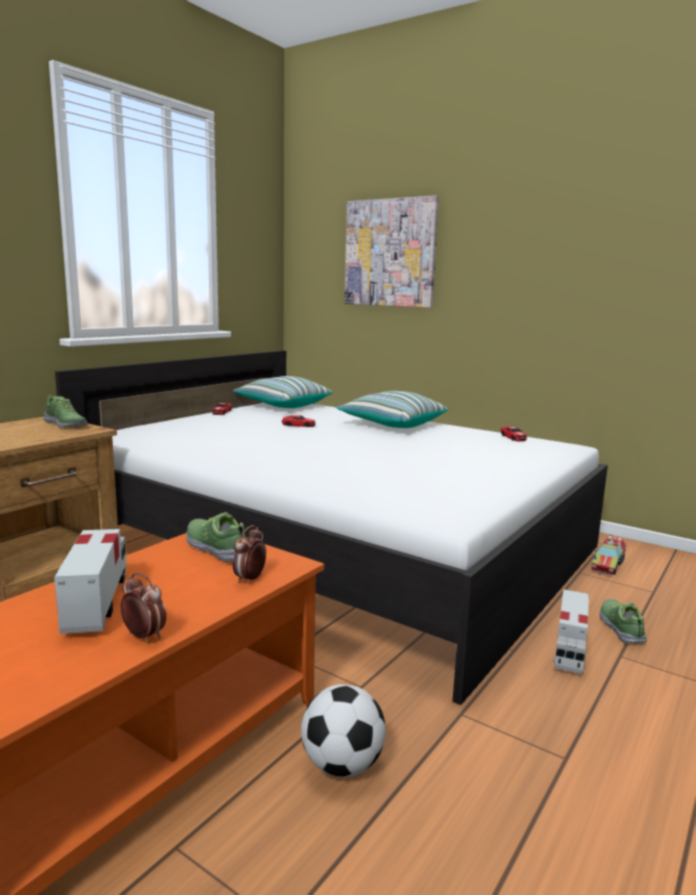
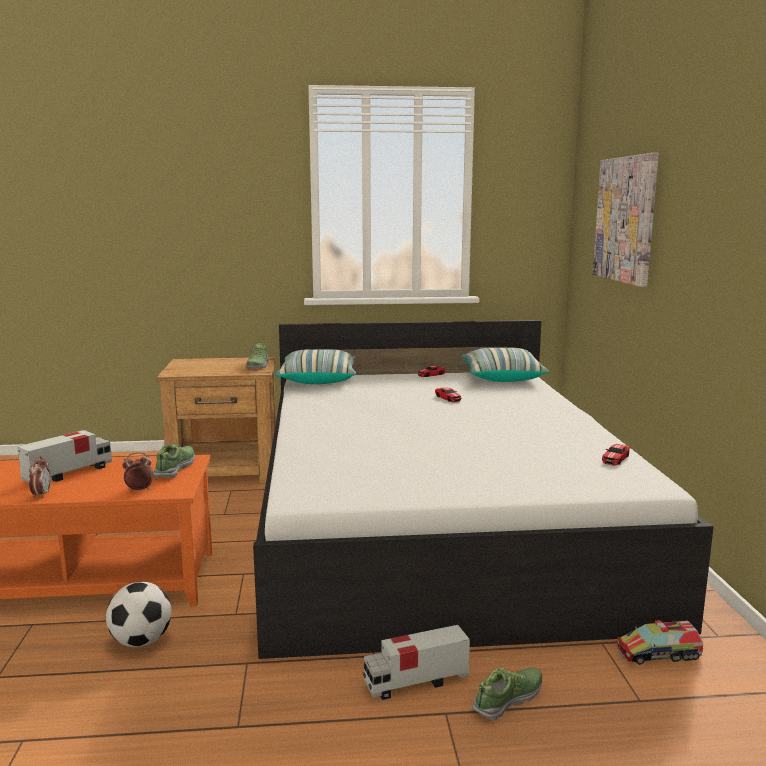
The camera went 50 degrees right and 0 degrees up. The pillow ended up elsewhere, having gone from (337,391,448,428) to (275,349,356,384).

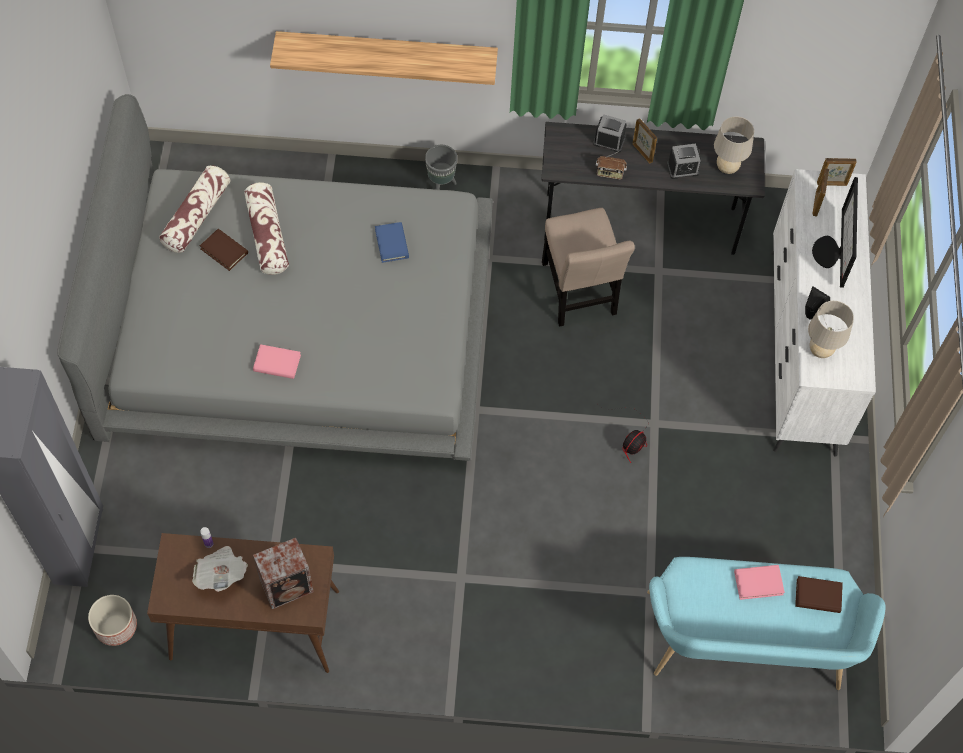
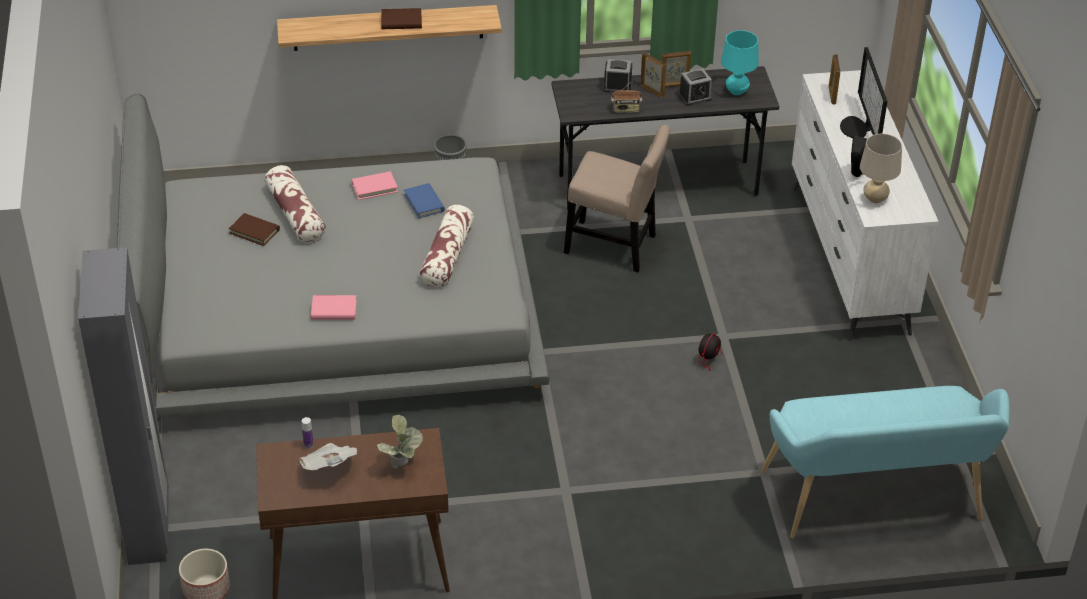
The camera went 10 degrees left and 20 degrees down. The pillow ended up elsewhere, having gone from (159,166,230,253) to (419,205,474,288). The pink book ended up elsewhere, having gone from (734,565,785,600) to (352,171,398,200). The brown book ended up elsewhere, having gone from (795,576,843,613) to (381,8,422,29). The picture frame ended up elsewhere, having gone from (817,158,857,186) to (662,51,691,87). Where the speaker stood at (253,538,314,609), the potted plant came to stand at (377,415,423,469). What was the beige table lamp at (714,116,754,174) turned into the turquoise table lamp at (721,30,759,95). The beige chair at (542,208,635,327) ended up facing another way, 45 degrees counterclockwise from before.

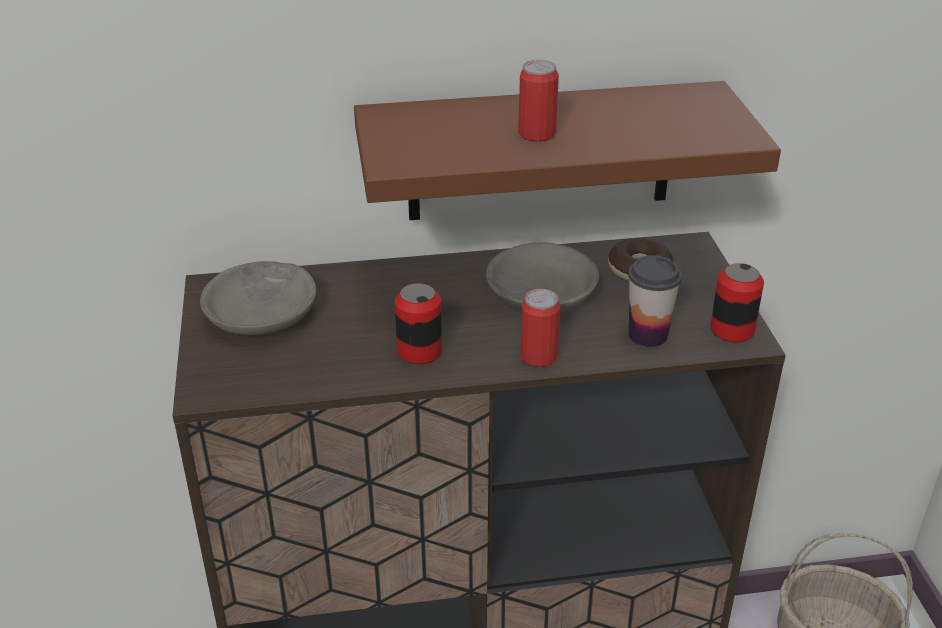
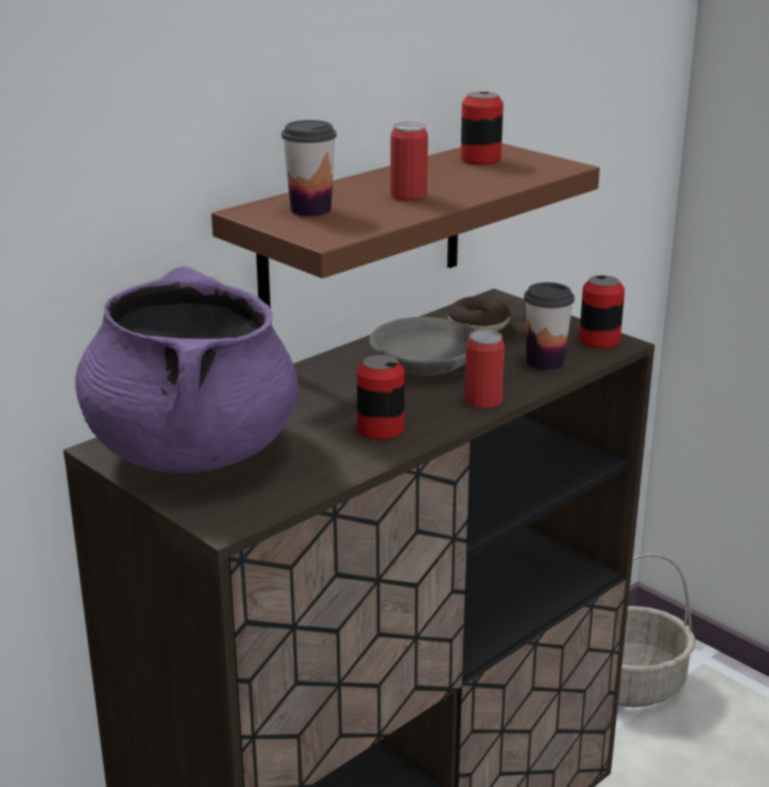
The camera went 35 degrees left and 10 degrees down. The second view gained the cup at (281,120,337,216). The second view gained the can at (461,92,503,165). Where the grey bowl stood at (200,261,316,335), the purple cooking pot came to stand at (75,266,299,474).

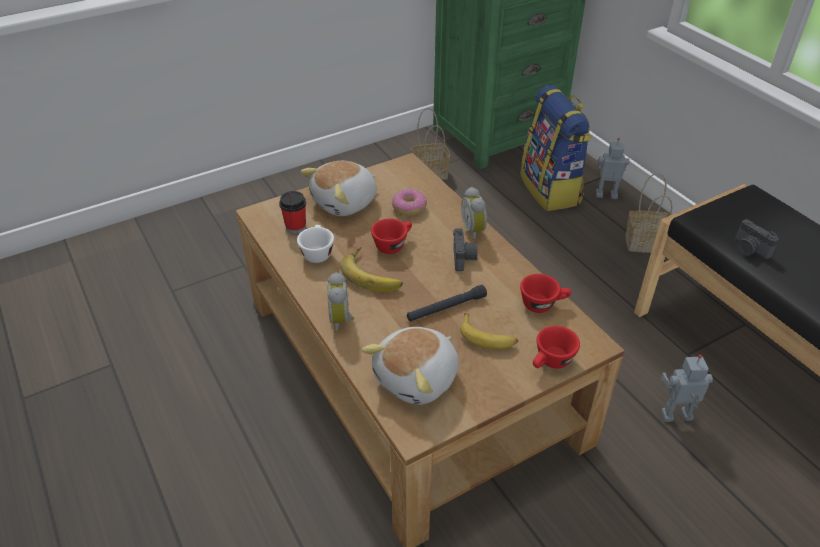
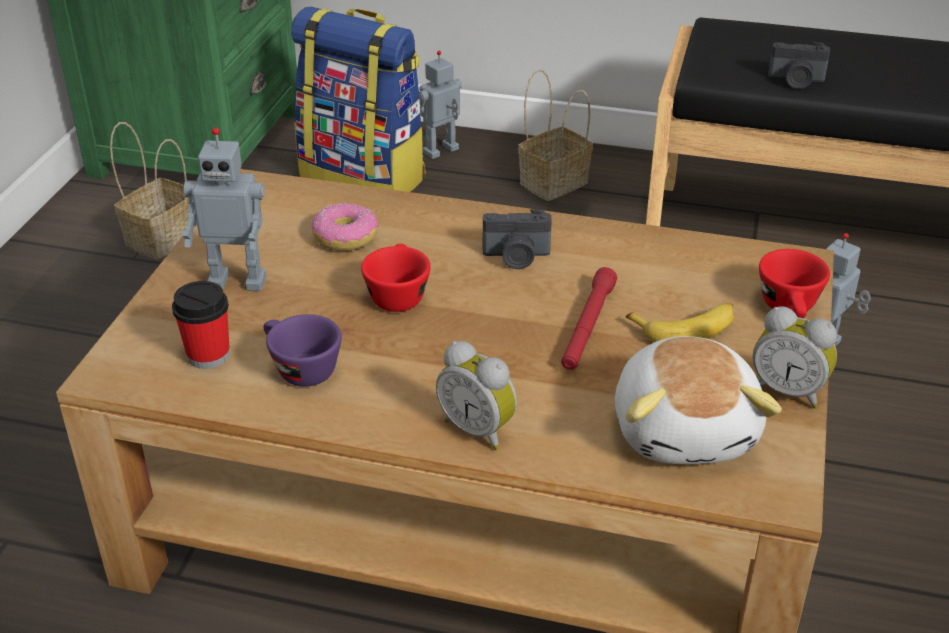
The camera went 45 degrees left and 5 degrees down. The second view lost the banana at (340,247,403,292). The second view lost the red cup at (520,274,571,313). The alarm clock ended up elsewhere, having gone from (461,187,487,241) to (752,306,837,408). Where the plush toy stood at (301,161,377,216), the toy robot came to stand at (182,128,266,291). What was the white cup at (297,225,334,263) turned into the purple cup at (263,314,342,387). What was the black flashlight at (407,285,487,321) turned into the red flashlight at (561,267,617,370). The photo camera at (453,229,478,271) ended up facing another way, 135 degrees clockwise from before.

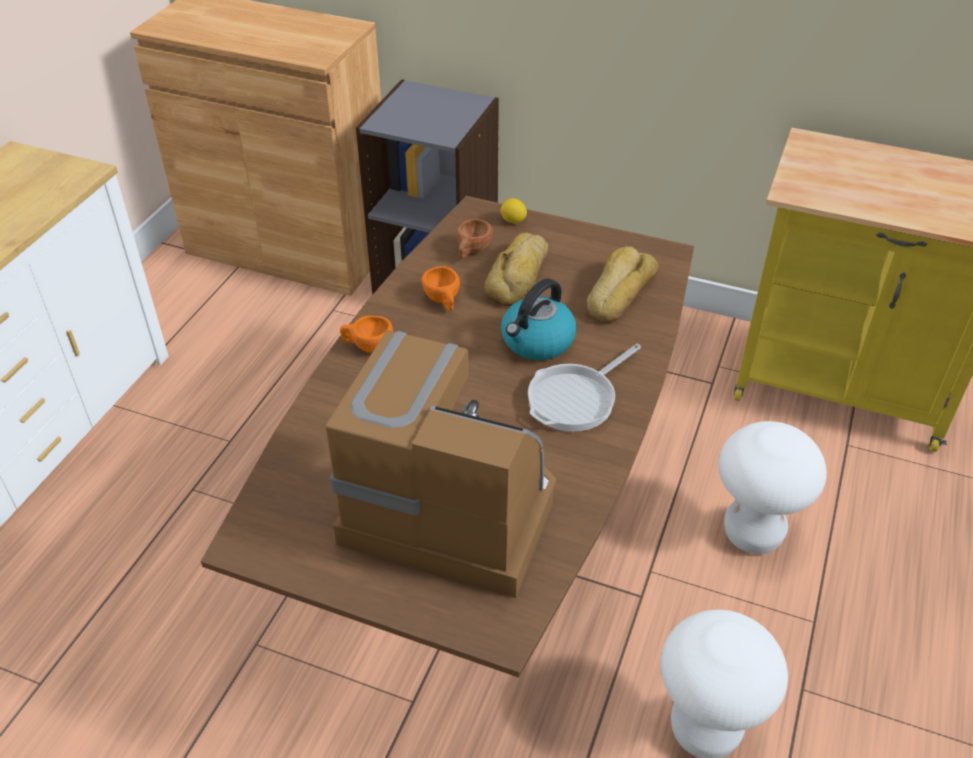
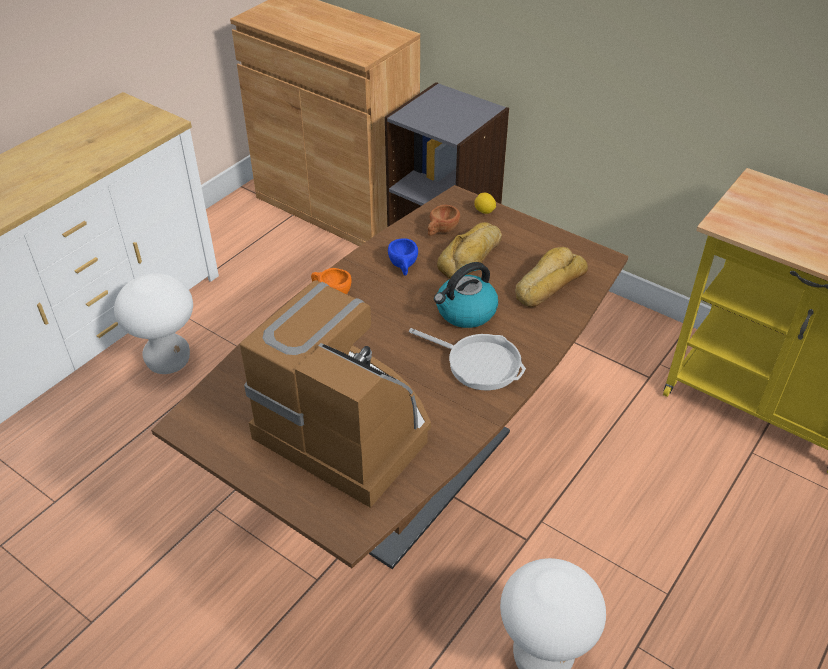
The camera went 15 degrees right and 0 degrees up. The white stool ended up elsewhere, having gone from (719,421,827,554) to (114,273,193,374). What was the orange cup at (422,266,460,311) turned into the blue cup at (388,238,418,276). The frying pan at (528,344,641,432) ended up facing another way, 120 degrees counterclockwise from before.

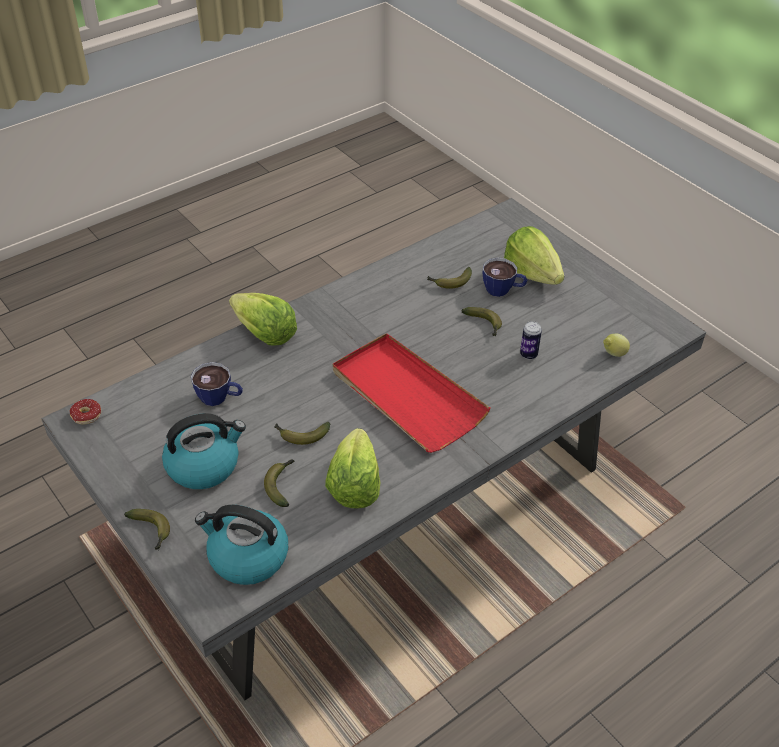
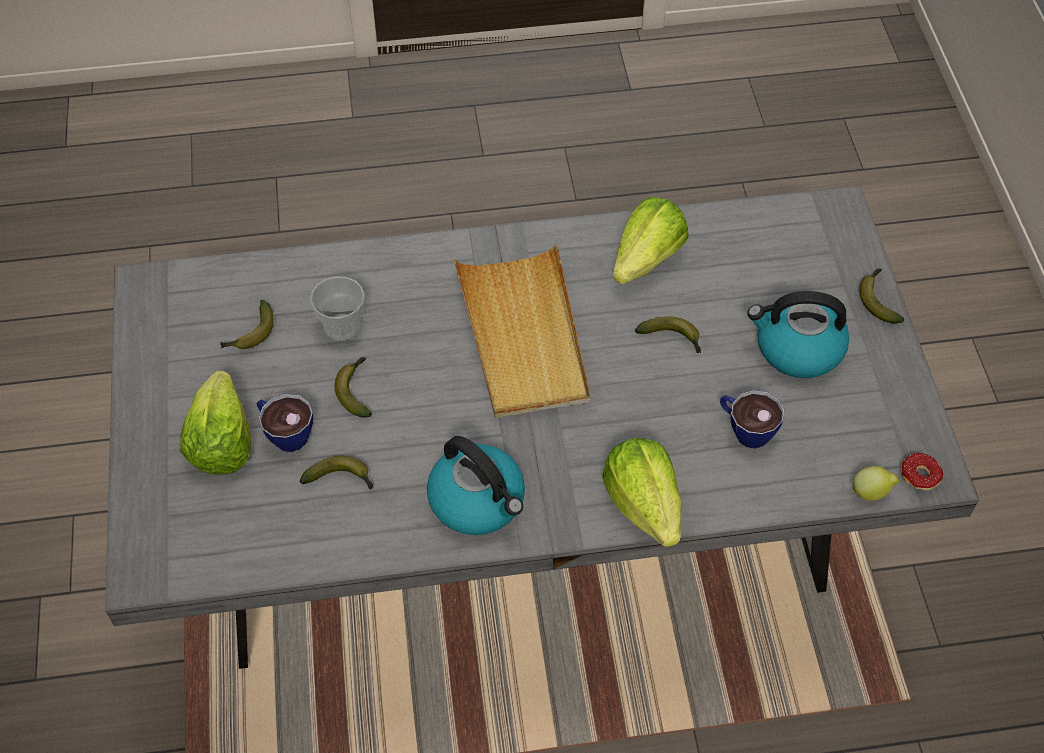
The camera went 150 degrees left and 10 degrees up. The kettle ended up elsewhere, having gone from (195,505,288,585) to (427,436,525,535). The banana ended up elsewhere, having gone from (264,460,295,507) to (220,300,274,349). The lemon ended up elsewhere, having gone from (603,334,630,357) to (853,466,899,501). Where the can stood at (520,321,542,359), the cup came to stand at (310,277,365,340). What was the red tray at (333,333,491,453) turned into the beige tray at (454,243,590,418).

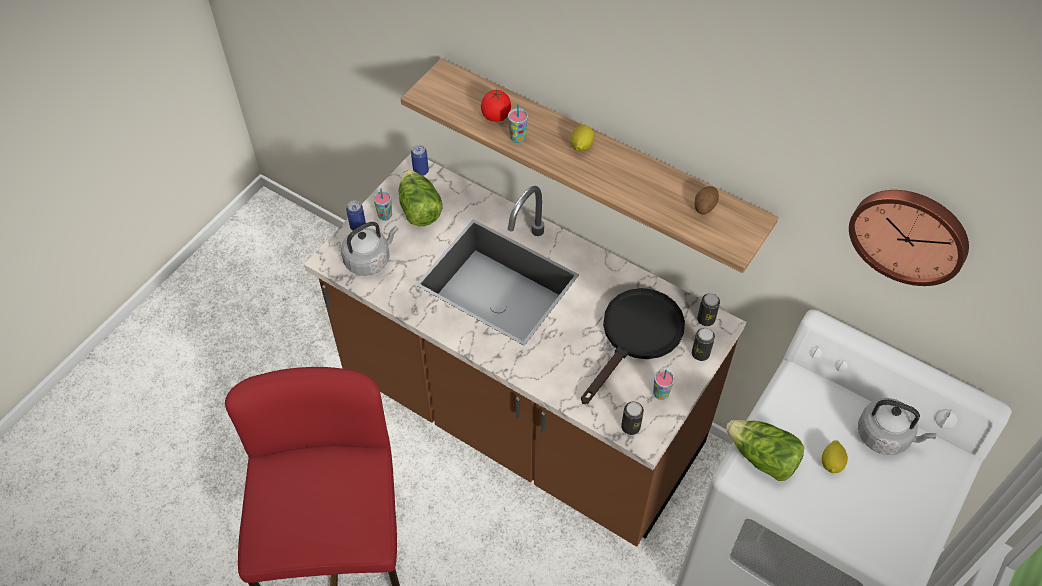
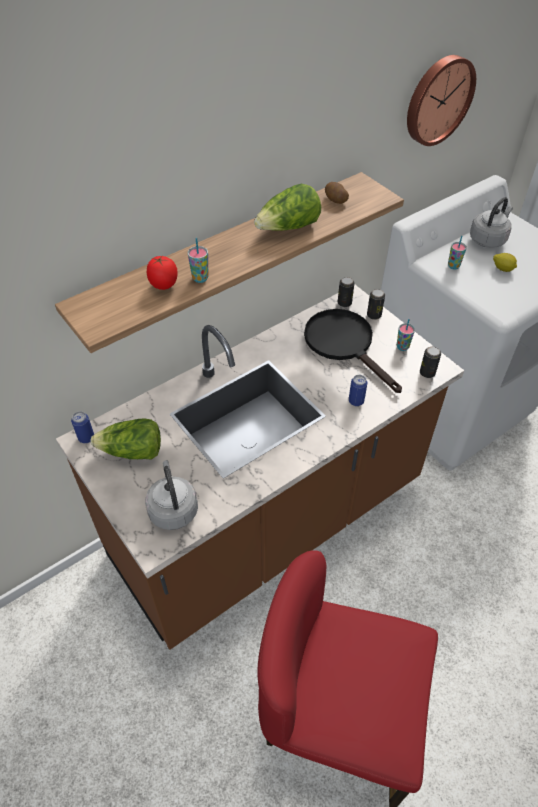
The camera went 70 degrees left and 5 degrees down. The second view lost the lemon at (570,124,594,151). The can ended up elsewhere, having gone from (346,200,366,231) to (349,375,367,406). The cup ended up elsewhere, having gone from (374,188,392,221) to (448,236,467,269). The lettuce ended up elsewhere, having gone from (726,420,805,481) to (254,184,321,231).

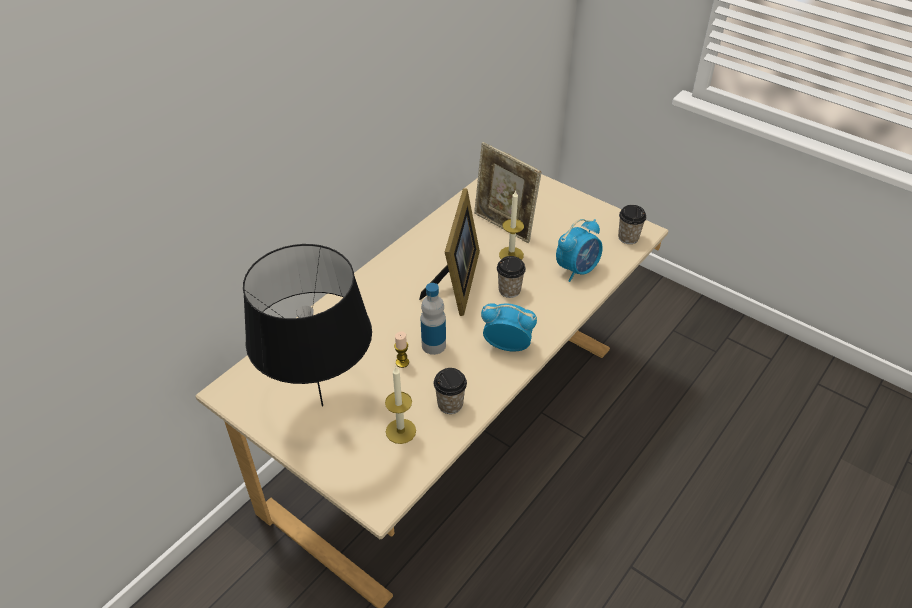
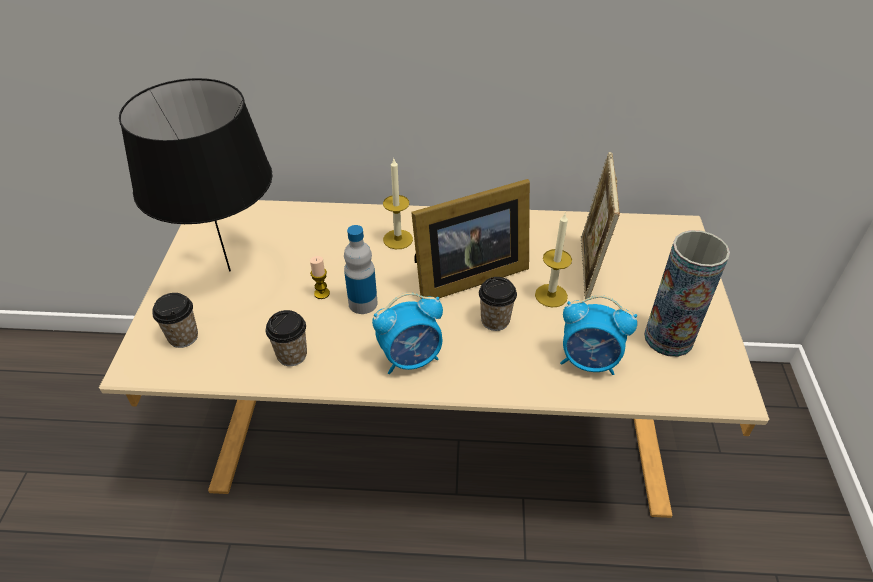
The camera went 55 degrees right and 0 degrees up. The second view gained the vase at (644,230,730,357). The candle ended up elsewhere, having gone from (385,366,416,444) to (383,159,413,249). The cup ended up elsewhere, having gone from (618,205,646,244) to (152,293,198,348). The alarm clock at (481,303,537,351) ended up facing another way, 90 degrees clockwise from before.

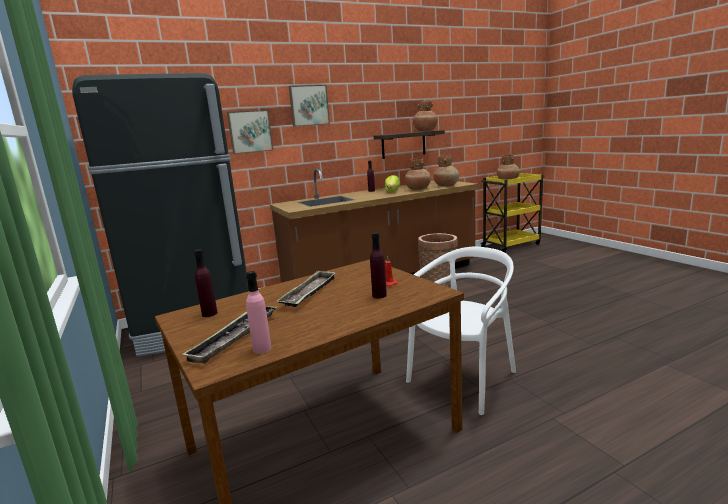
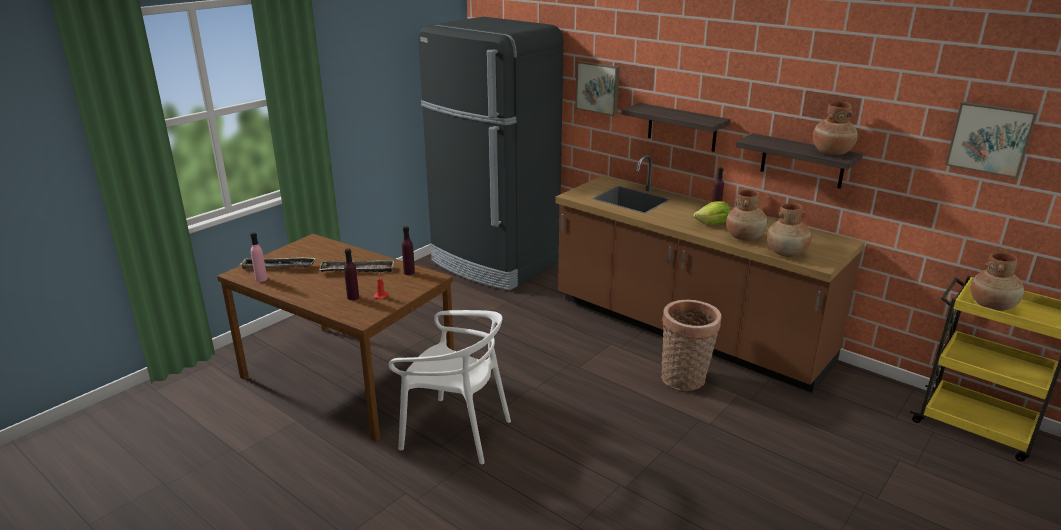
The camera went 65 degrees right and 10 degrees up. The second view gained the shelf at (621,103,731,152). The purple bottle ended up elsewhere, having gone from (194,249,217,317) to (402,226,415,275). The picture ended up elsewhere, having gone from (289,85,330,127) to (945,102,1037,178).

